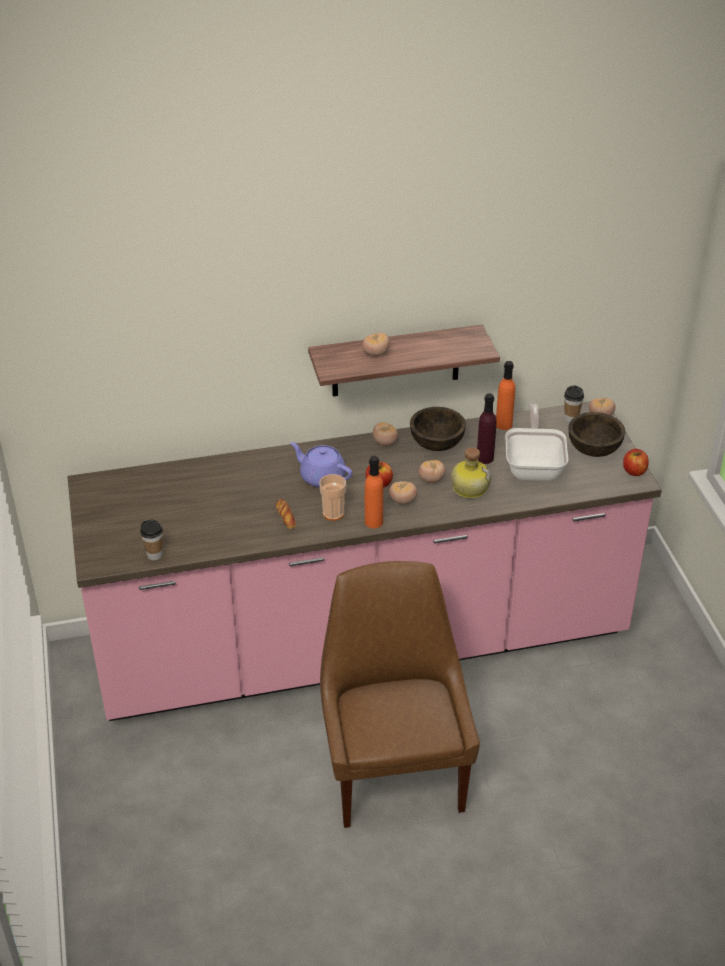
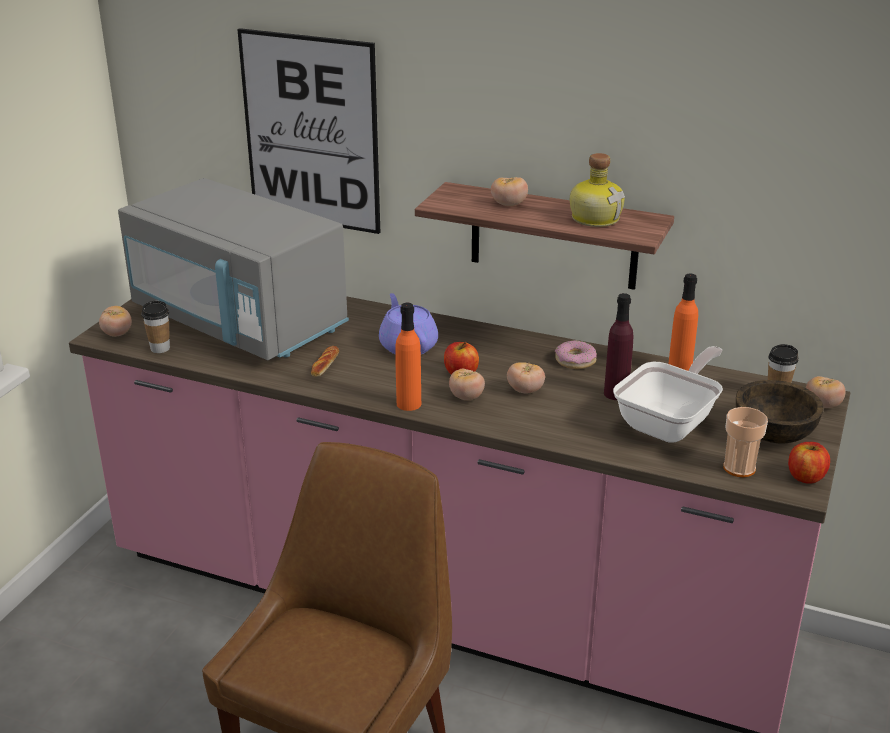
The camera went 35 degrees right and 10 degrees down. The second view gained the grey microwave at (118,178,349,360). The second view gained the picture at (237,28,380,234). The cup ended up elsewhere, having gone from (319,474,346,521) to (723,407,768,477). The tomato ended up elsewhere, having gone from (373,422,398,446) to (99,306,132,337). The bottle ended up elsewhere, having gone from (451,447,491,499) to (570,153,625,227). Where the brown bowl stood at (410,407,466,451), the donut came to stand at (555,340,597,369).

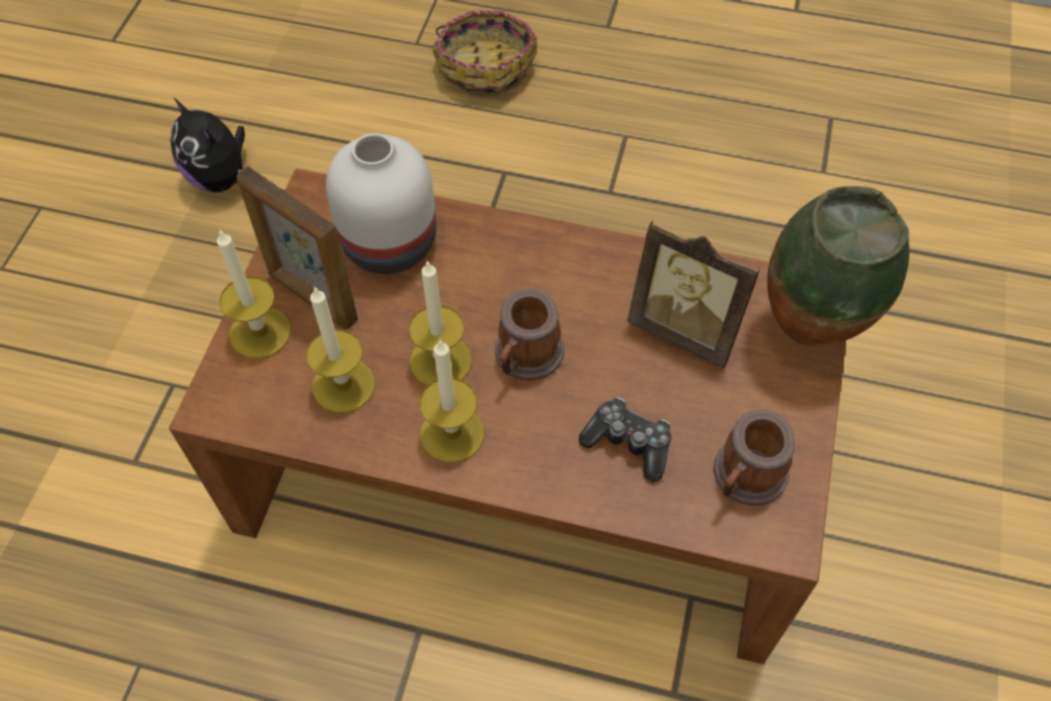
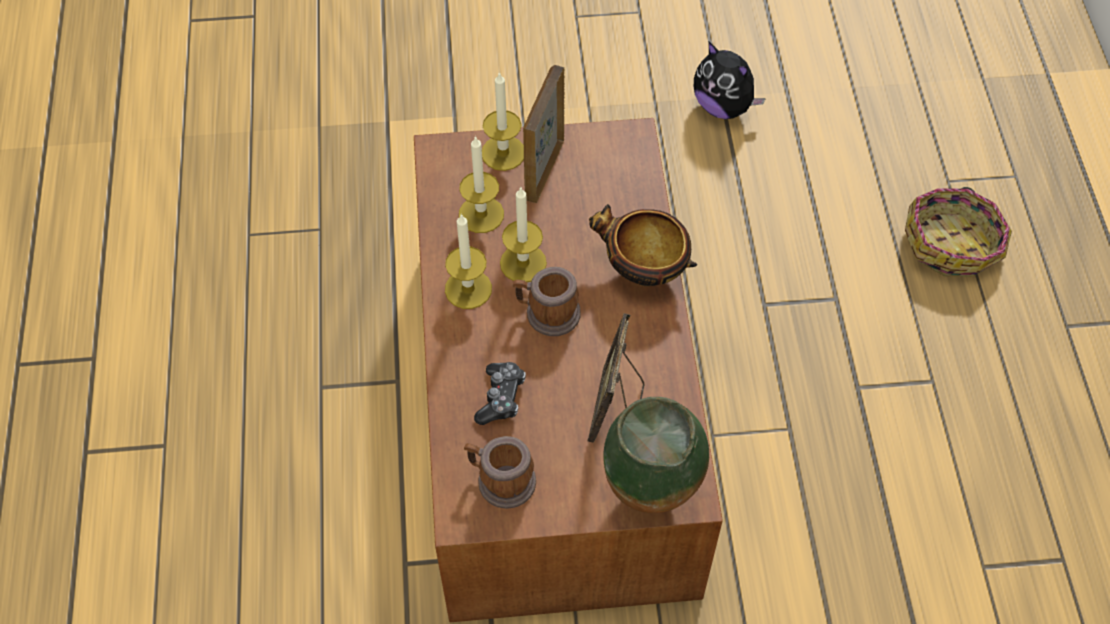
The camera went 70 degrees right and 0 degrees up. The second view lost the white vase at (326,133,437,274). The second view gained the bowl at (589,204,697,287). The plush toy at (171,98,245,192) ended up facing another way, 75 degrees counterclockwise from before.

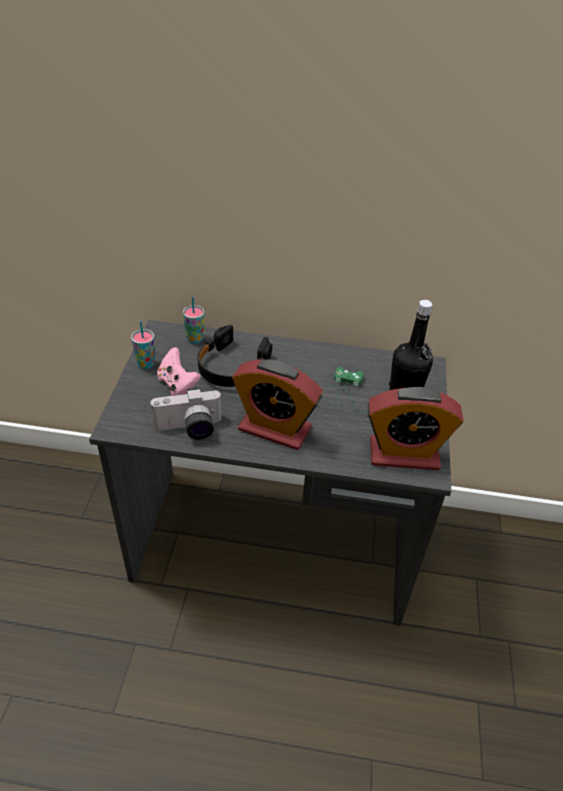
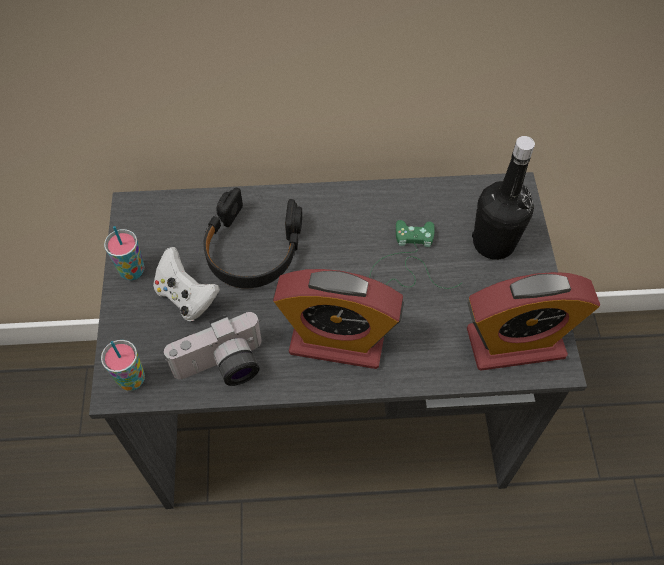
The camera went 10 degrees left and 15 degrees up. The cup ended up elsewhere, having gone from (183,296,205,343) to (101,340,145,391). What was the pink game controller at (157,347,201,396) turned into the white game controller at (153,247,220,321).

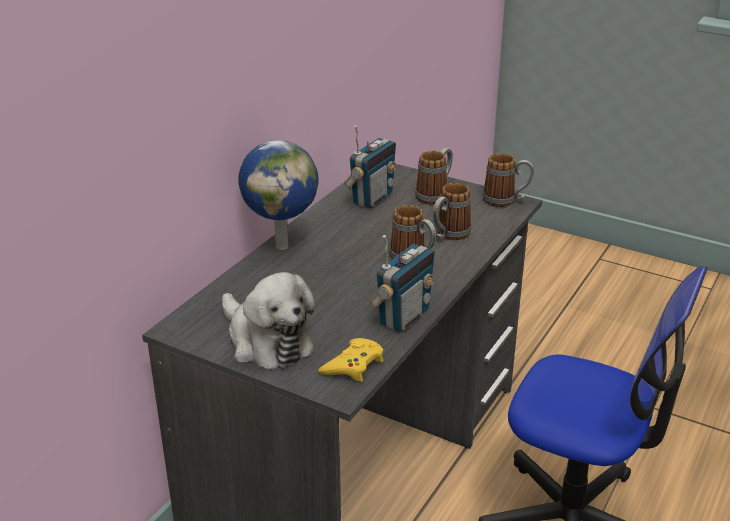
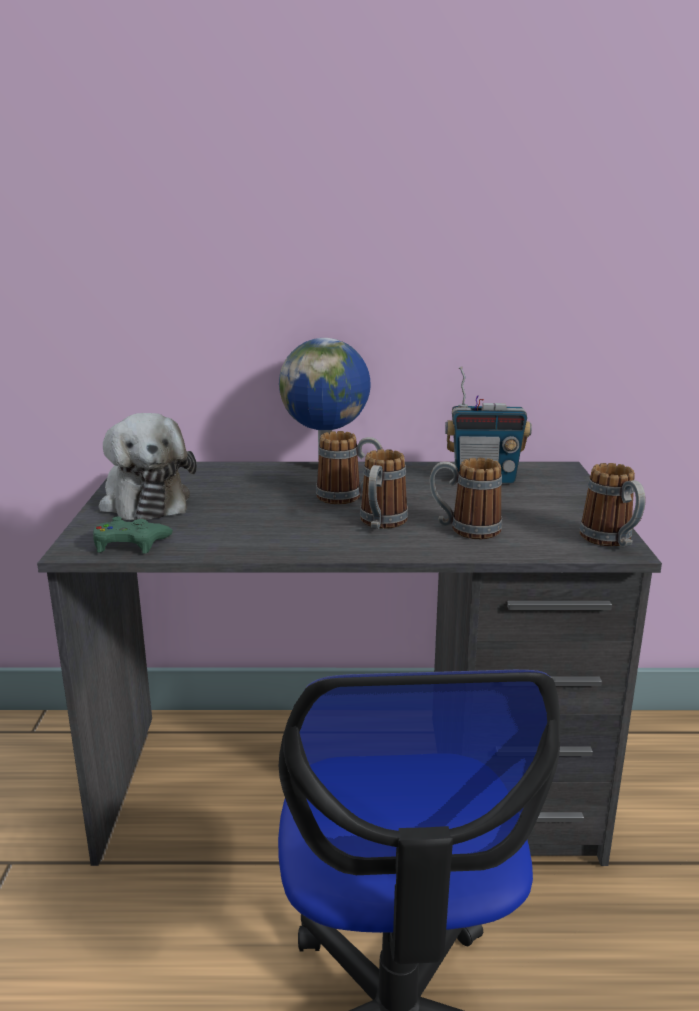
The camera went 60 degrees right and 10 degrees down. The second view lost the radio at (369,235,435,333). The mug ended up elsewhere, having gone from (415,148,453,205) to (316,431,382,505). What was the yellow game controller at (318,338,383,382) turned into the green game controller at (93,517,173,554). The plush toy at (222,272,315,369) ended up facing another way, 45 degrees counterclockwise from before.

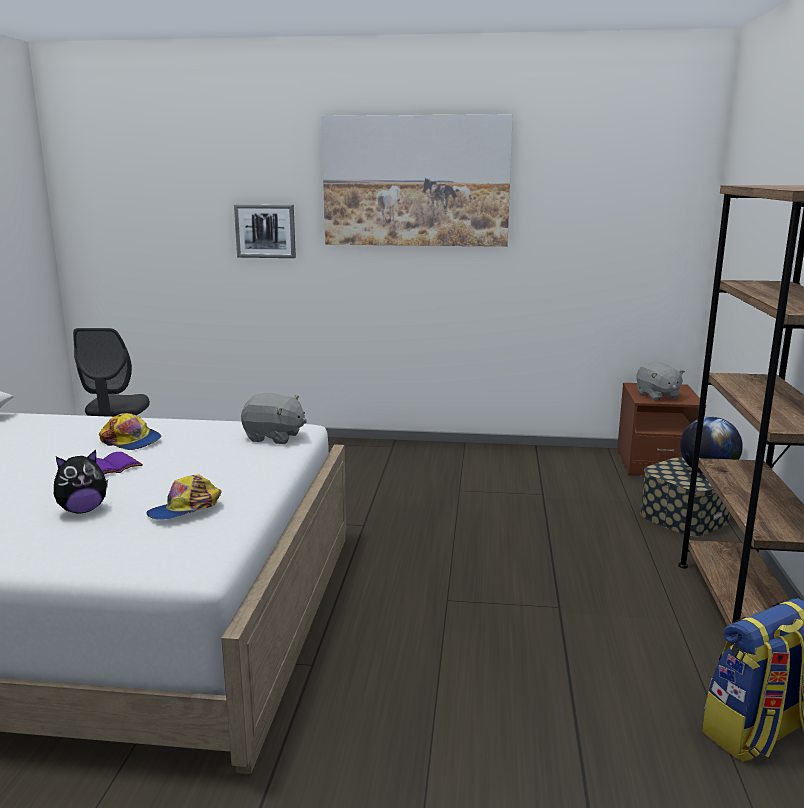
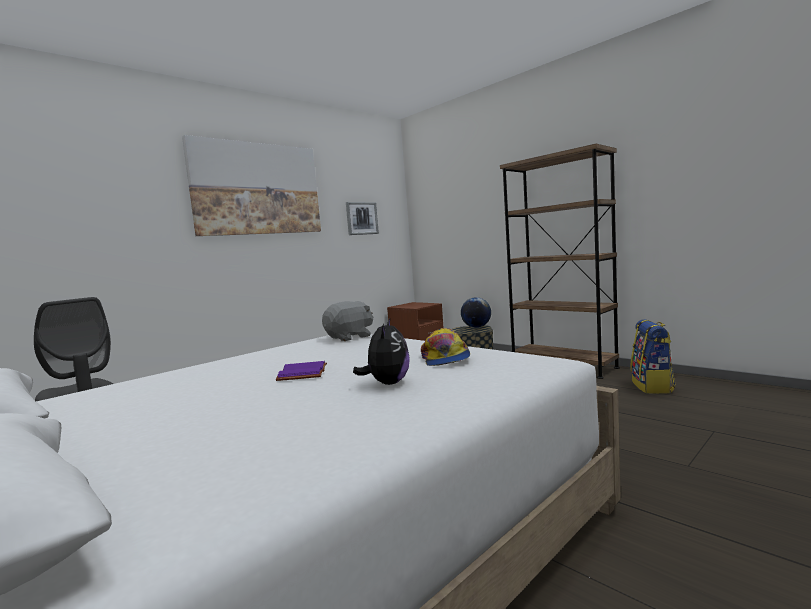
The camera went 50 degrees left and 10 degrees down. The second view lost the cap at (99,413,161,450). The second view lost the grey plush toy at (636,362,685,401). The picture ended up elsewhere, having gone from (234,204,296,258) to (346,202,379,235).

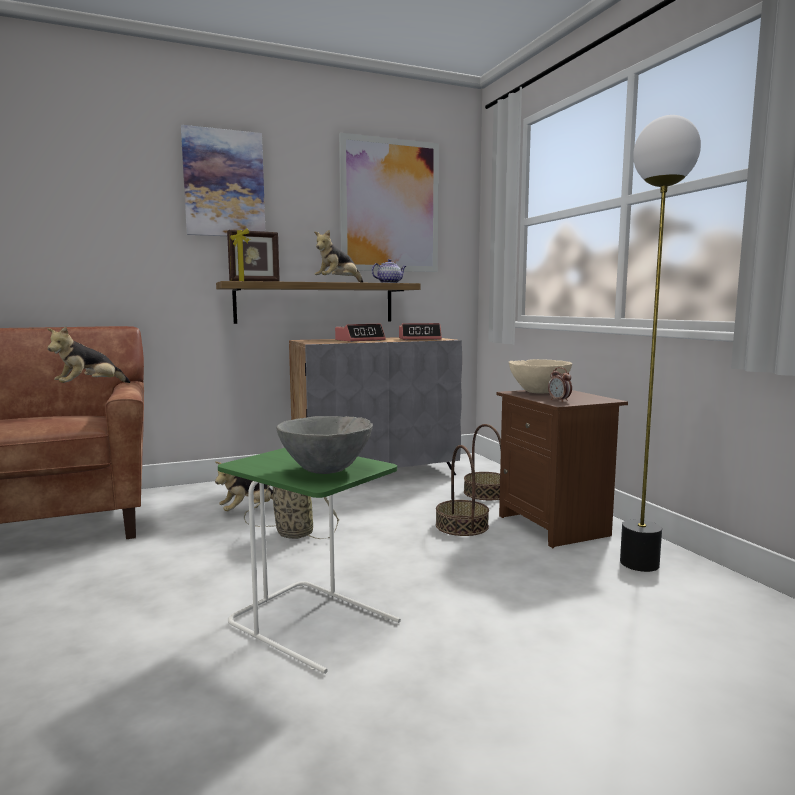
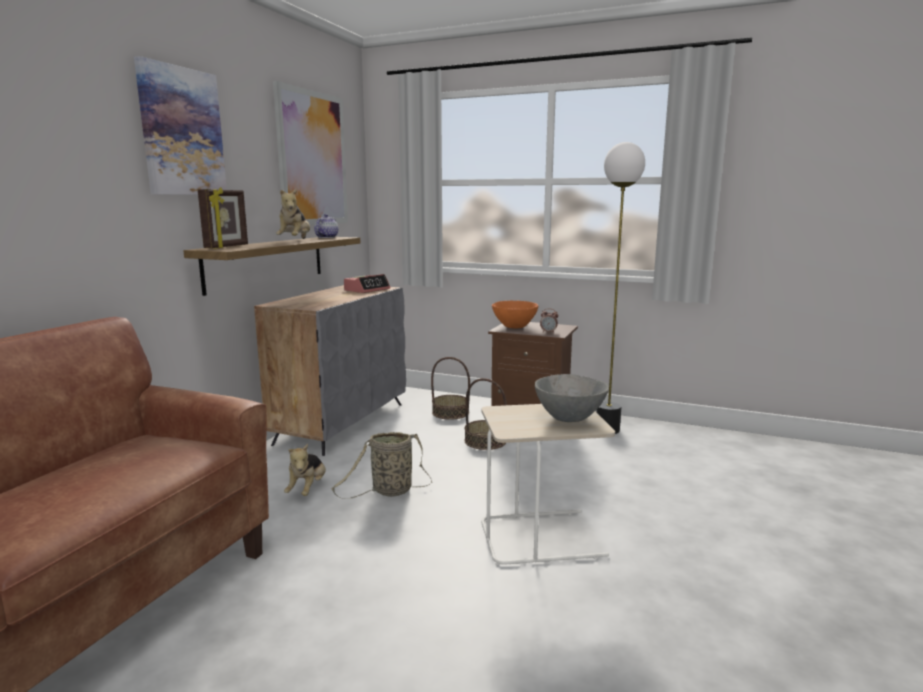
The camera went 45 degrees left and 5 degrees up. The second view lost the plush toy at (47,326,130,383). The second view lost the alarm clock at (335,324,386,342). What was the green side table at (218,448,401,674) turned into the beige side table at (481,404,615,565). What was the beige bowl at (509,359,572,393) turned into the orange bowl at (492,300,538,328).

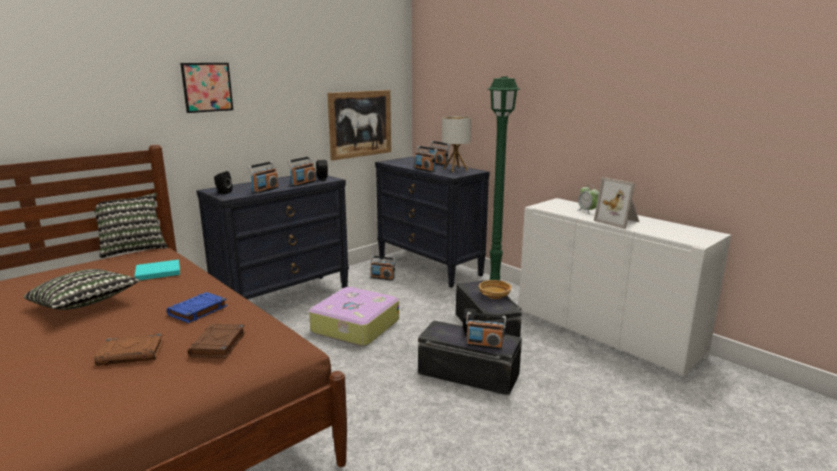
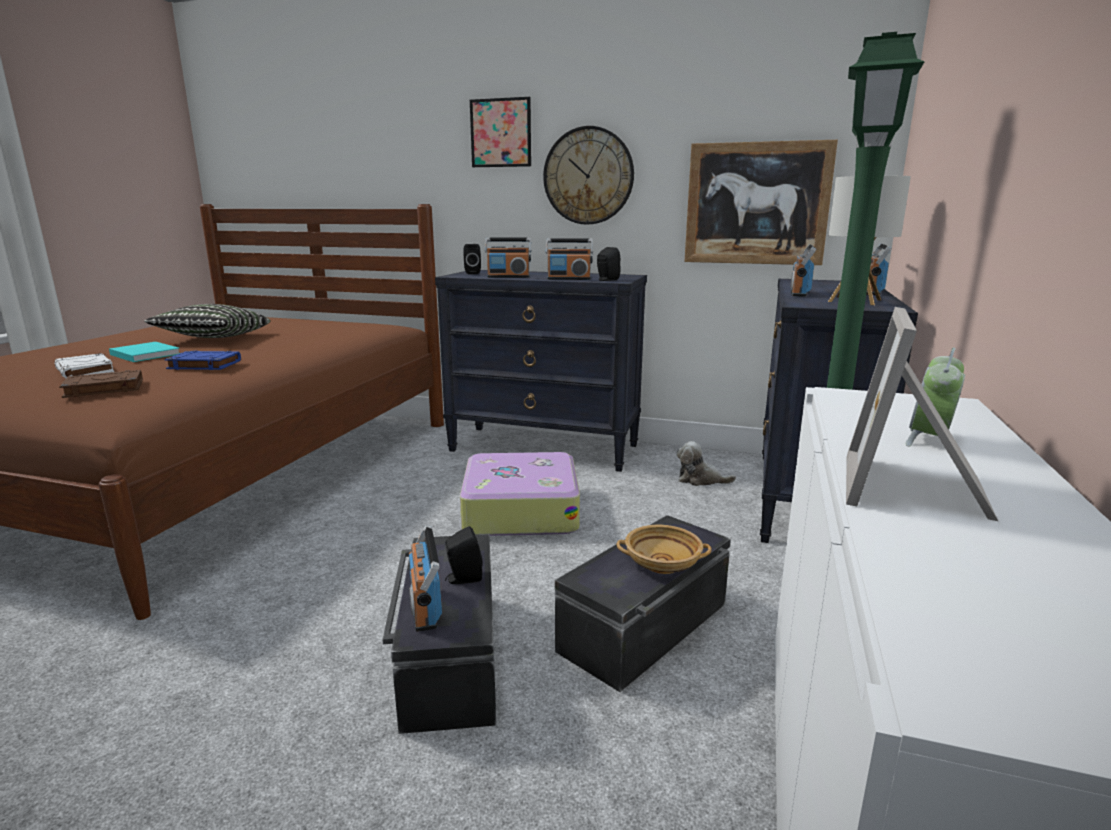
The camera went 60 degrees right and 0 degrees up. The second view lost the pillow at (94,193,168,259). The second view gained the wall clock at (543,126,634,225). The turquoise book ended up elsewhere, having gone from (135,260,180,280) to (109,342,180,362). Where the radio stood at (370,256,396,281), the plush toy came to stand at (677,441,736,486). What was the brown book at (95,333,164,366) turned into the white book at (54,353,114,378).

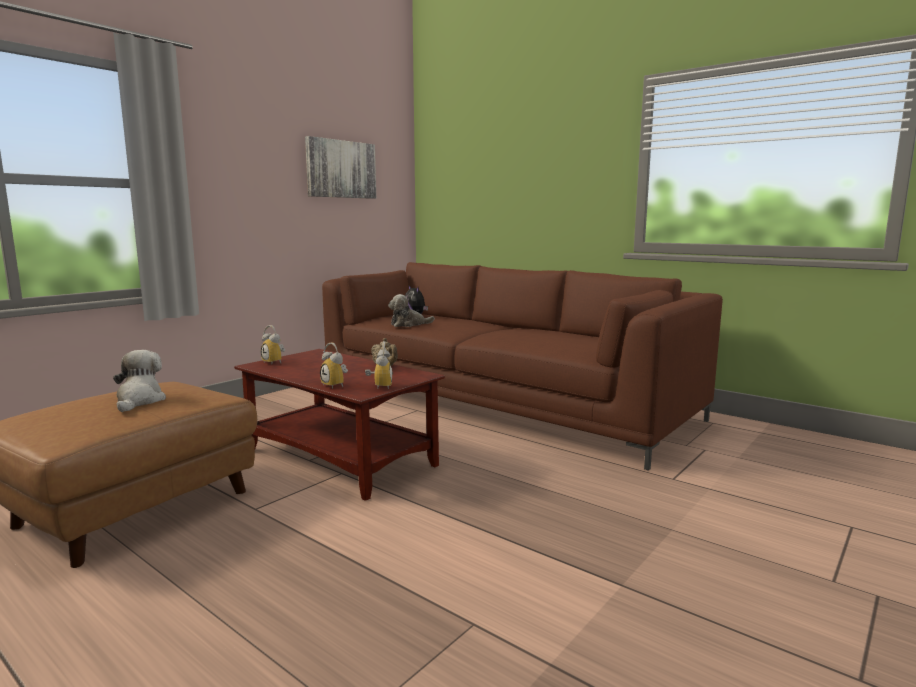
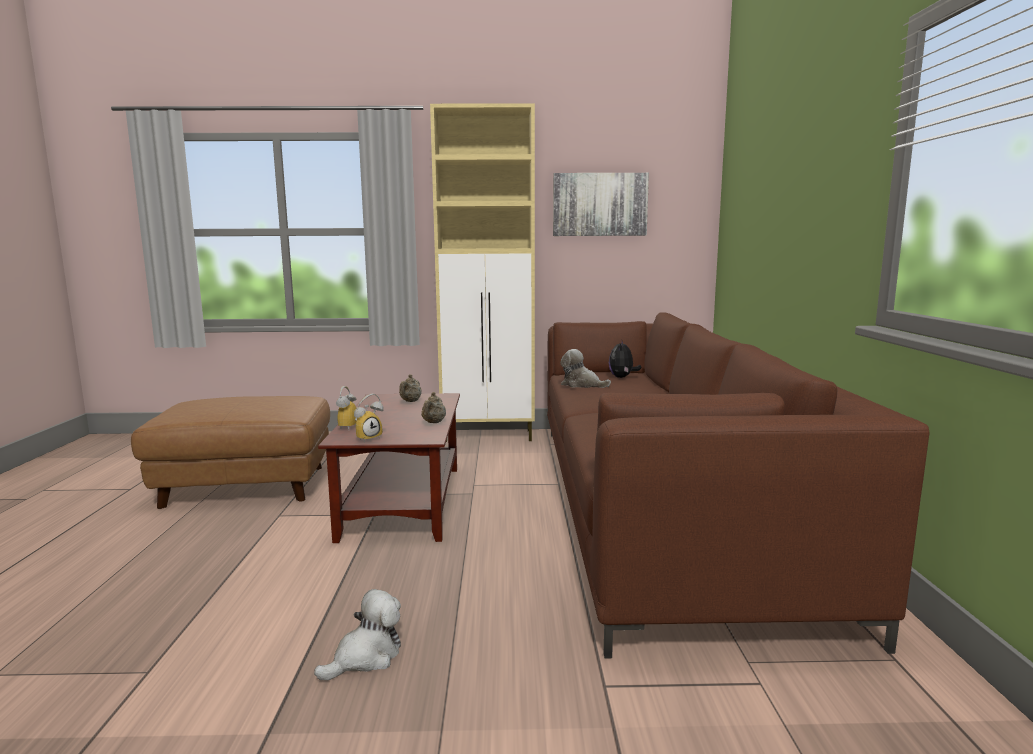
The camera went 50 degrees right and 0 degrees up. The second view lost the alarm clock at (261,325,285,364). The second view gained the beige teapot at (399,374,421,402). The second view gained the beige cabinet at (430,103,535,442). The plush toy ended up elsewhere, having gone from (113,350,166,412) to (314,589,401,680).

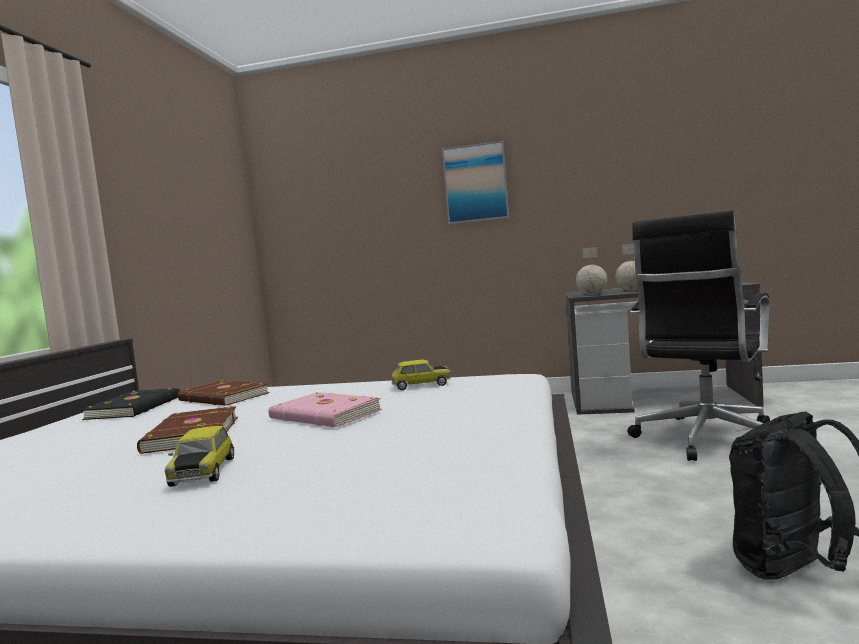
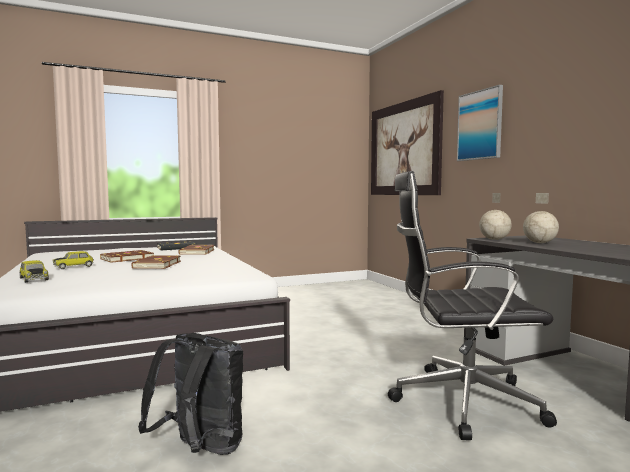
The camera went 55 degrees right and 0 degrees up. The second view gained the picture at (371,90,444,195). The toy car ended up elsewhere, having gone from (391,360,451,390) to (19,260,49,283). What was the pink book at (268,392,382,427) turned into the brown book at (131,255,181,269).

